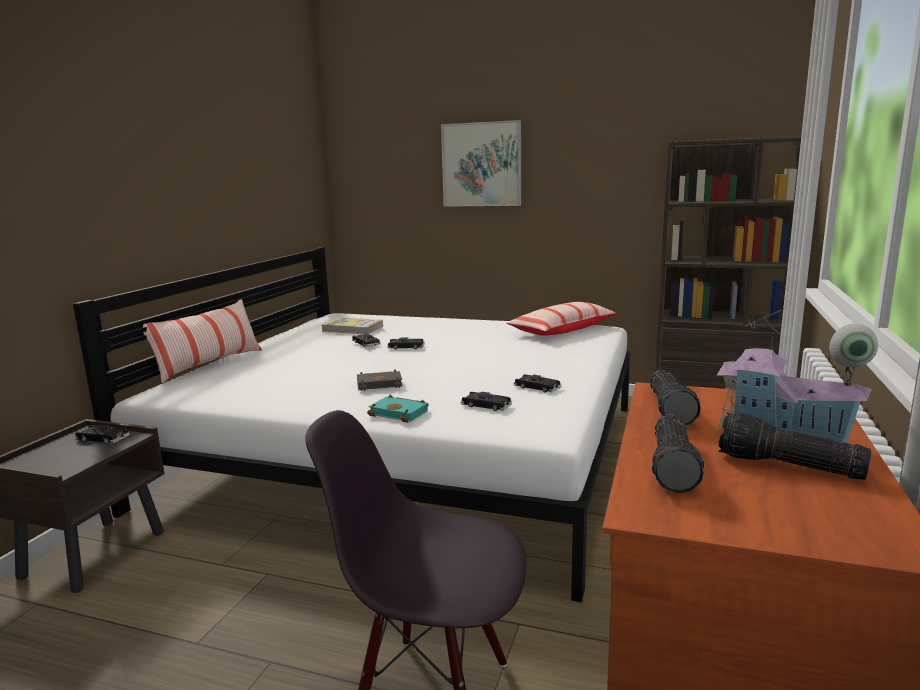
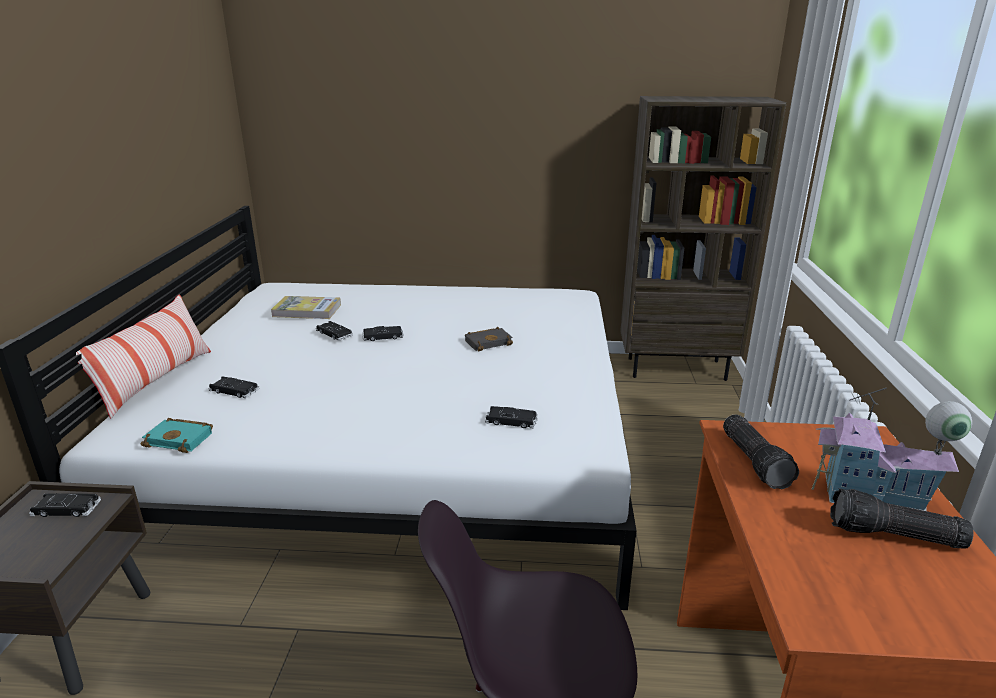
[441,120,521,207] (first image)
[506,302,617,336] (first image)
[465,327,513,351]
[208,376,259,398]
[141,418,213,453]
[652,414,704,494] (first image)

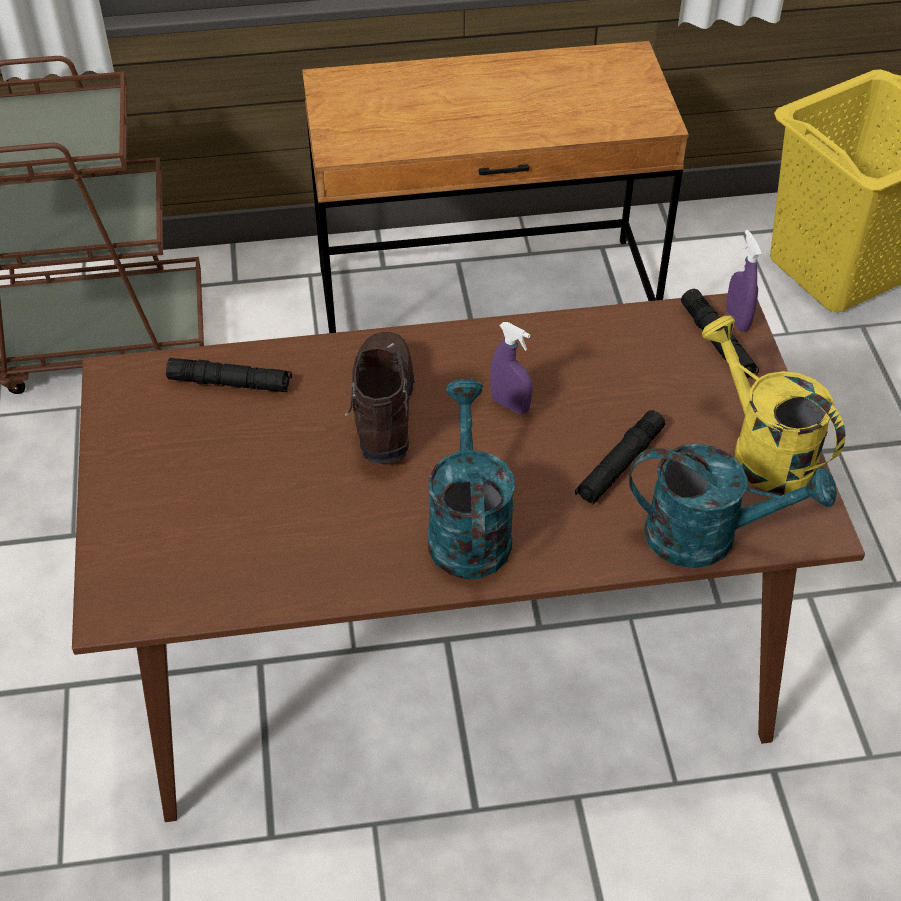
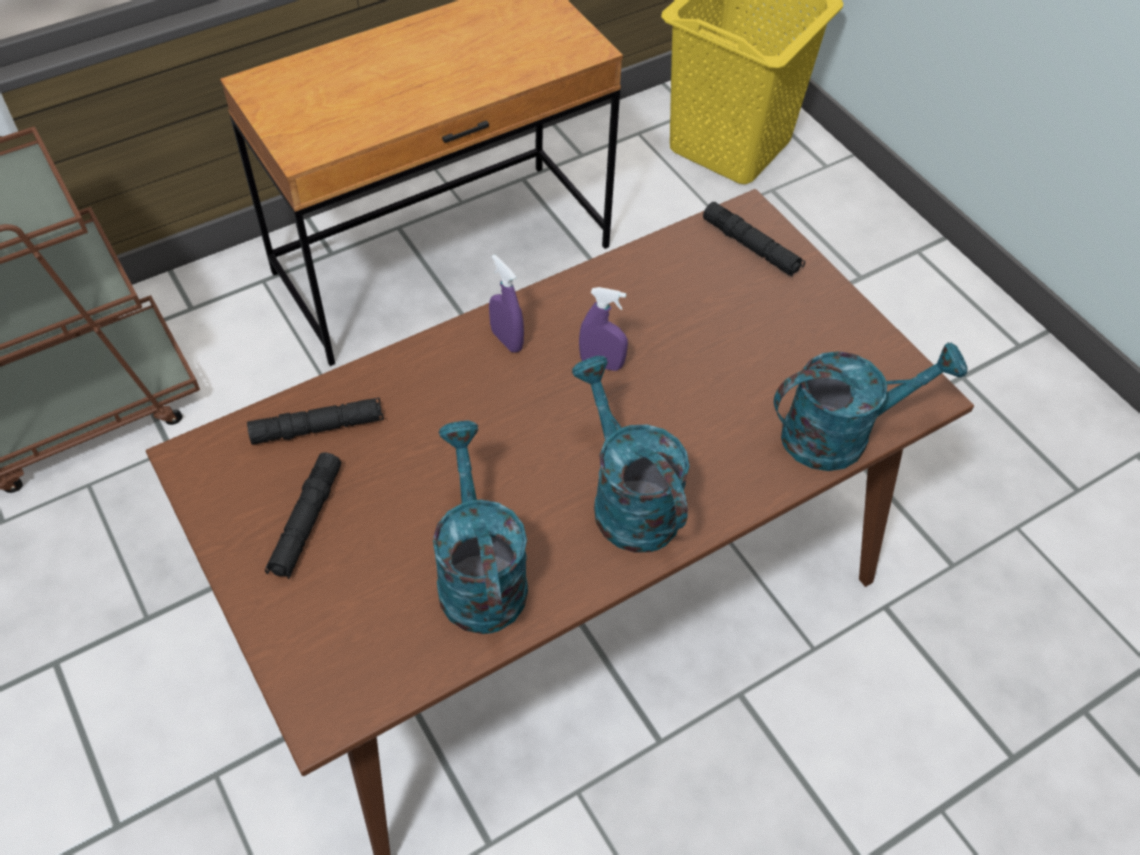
[489,254,524,353]
[702,316,846,494] (first image)
[345,332,415,464] (first image)
[265,452,342,580]
[433,421,528,634]

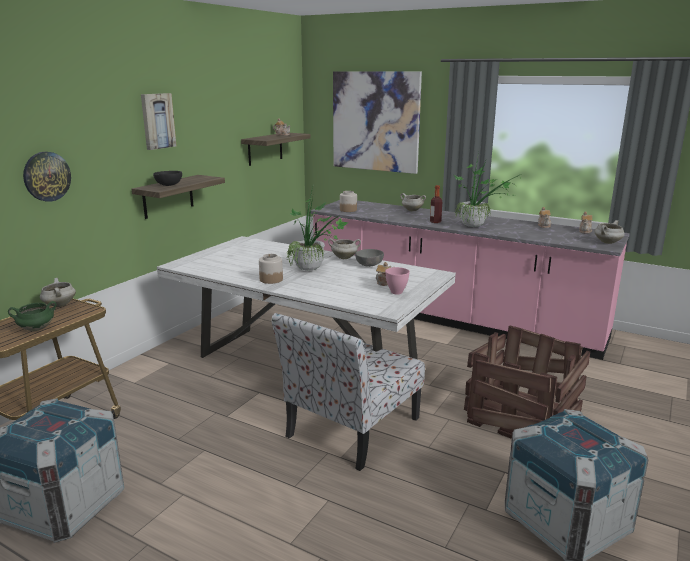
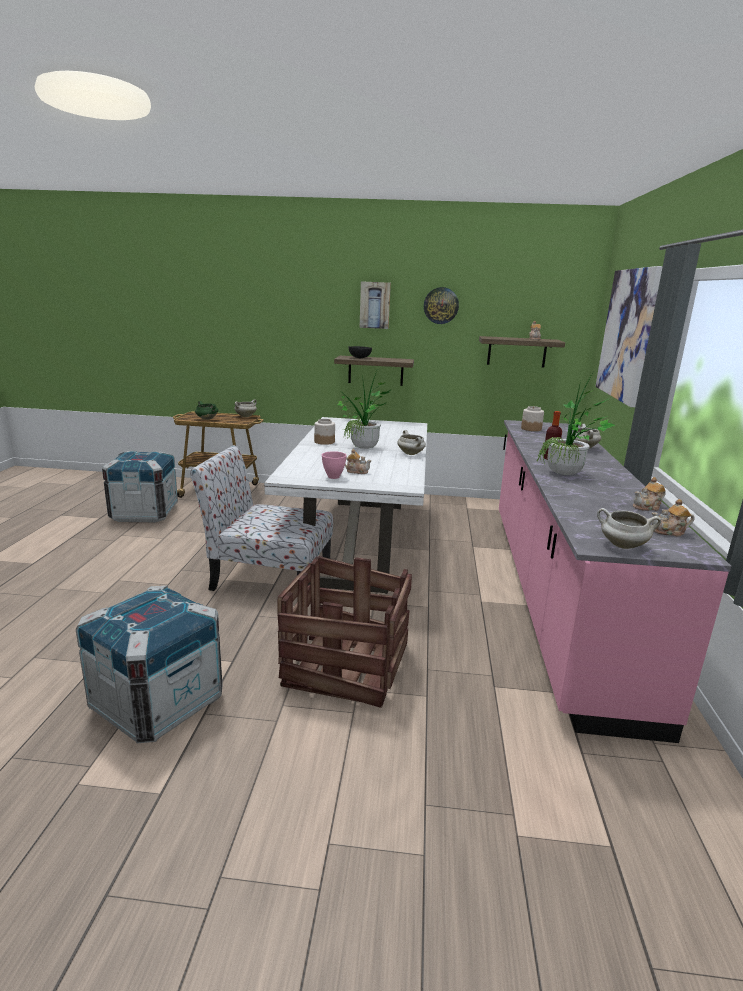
[424,287,459,324]
[355,249,384,267] (first image)

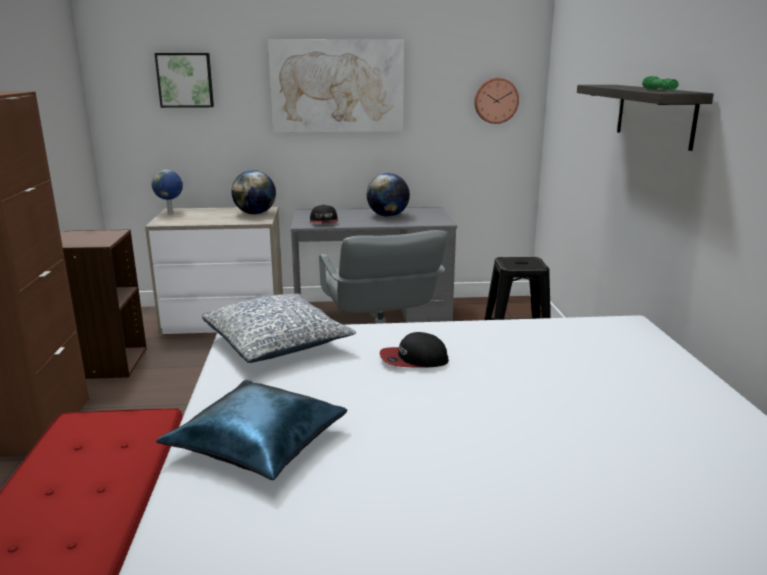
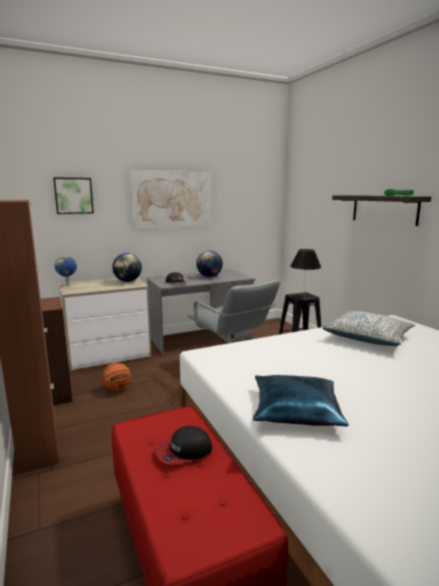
[474,78,519,124] (first image)
[322,311,415,346]
[154,426,212,465]
[290,249,321,291]
[102,363,131,391]

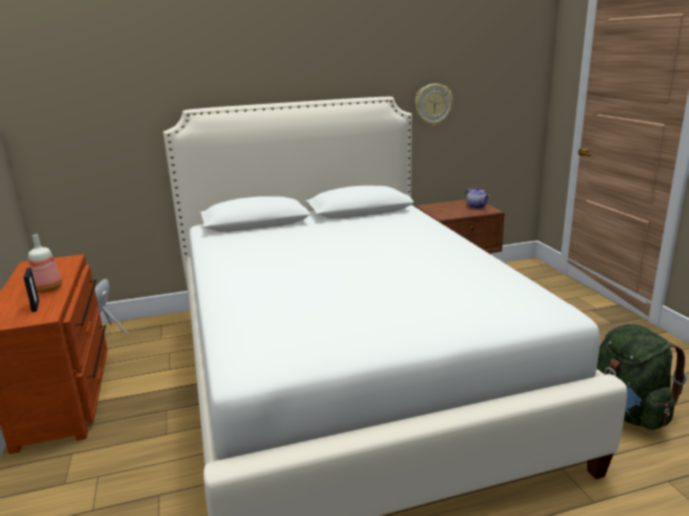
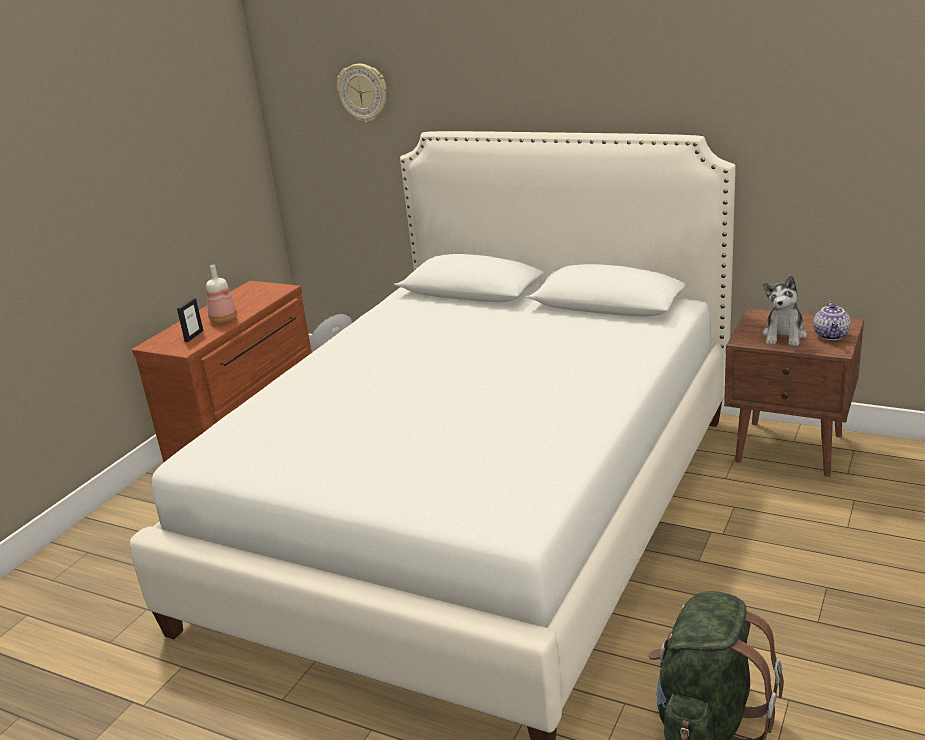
[337,64,387,123]
[762,275,807,346]

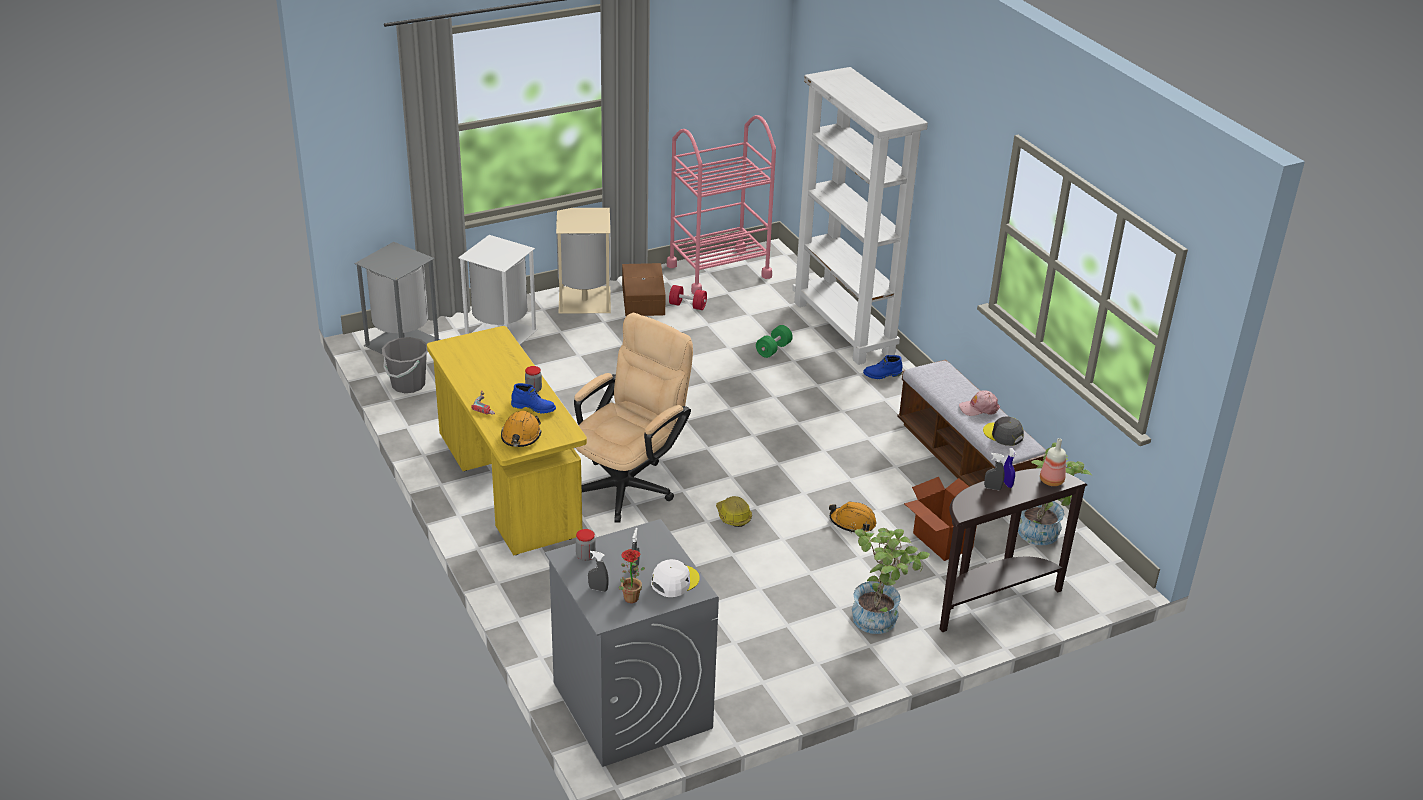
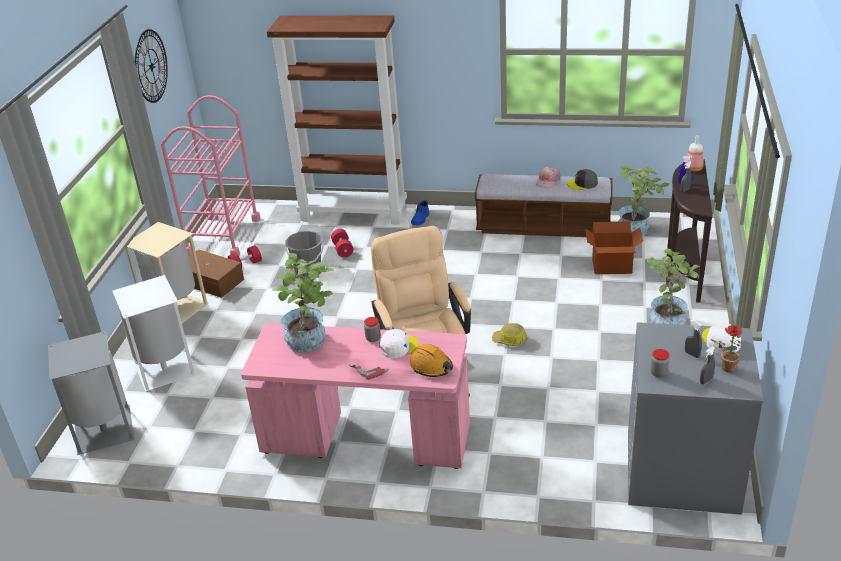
[267,16,407,225]
[331,229,353,258]
[241,323,470,469]
[285,231,324,276]
[380,329,419,358]
[829,501,876,533] (first image)
[135,29,168,103]
[272,253,335,353]

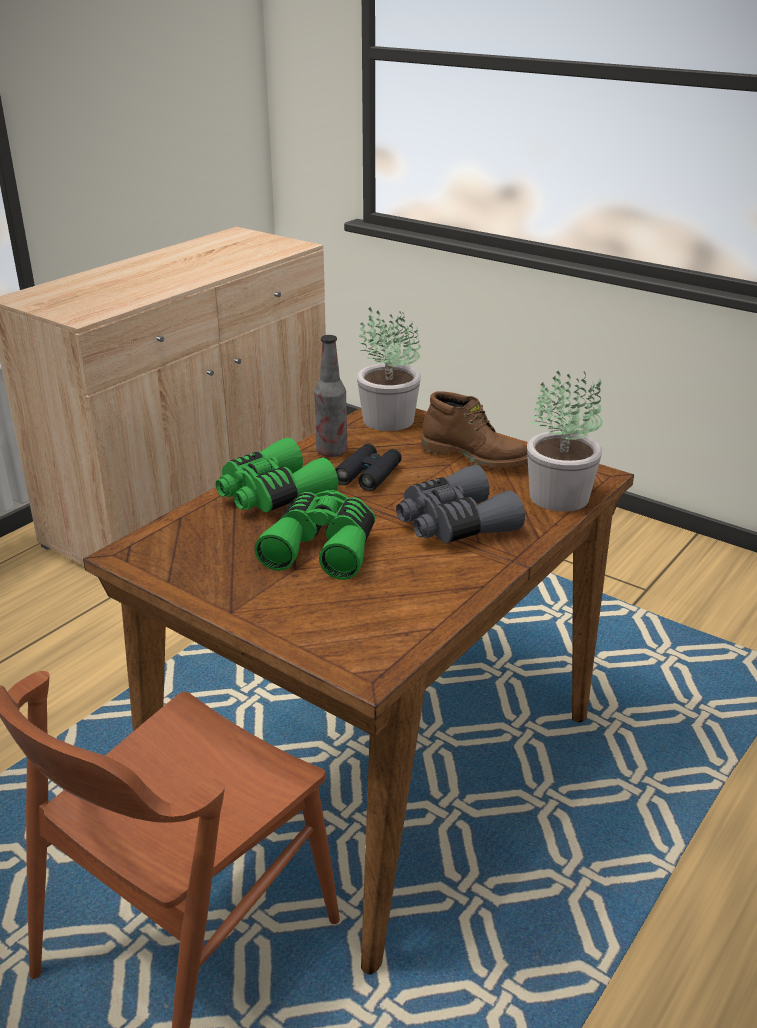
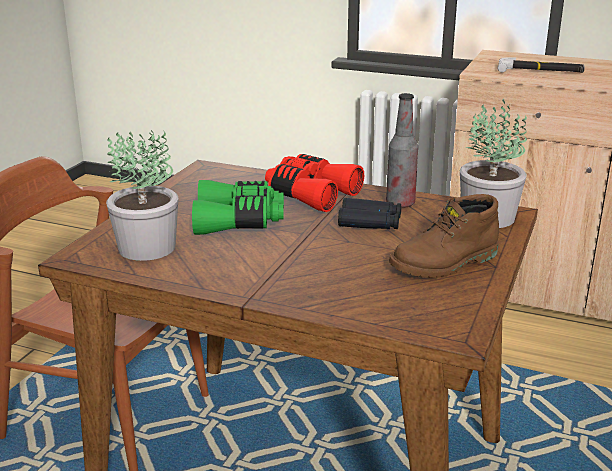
[106,130,179,261]
[389,194,499,278]
[265,154,364,212]
[396,465,525,543] (first image)
[498,57,585,73]

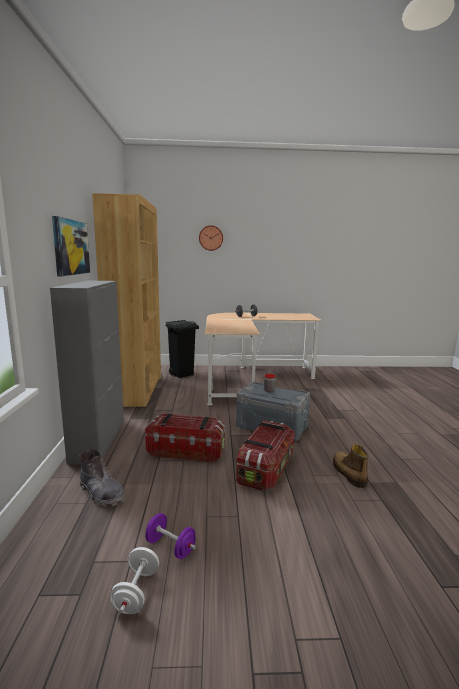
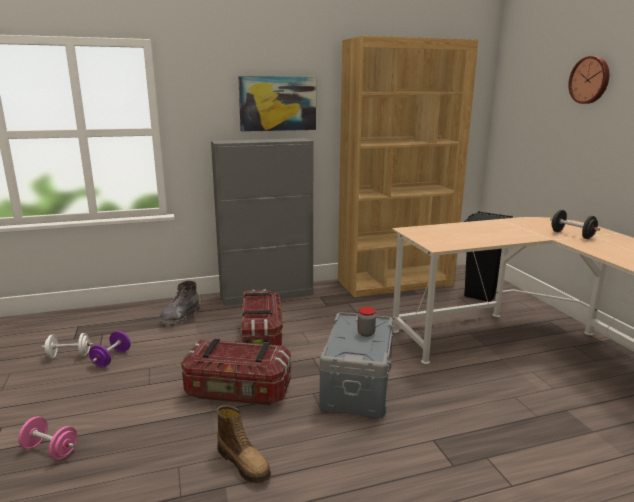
[216,405,271,484]
[18,416,77,460]

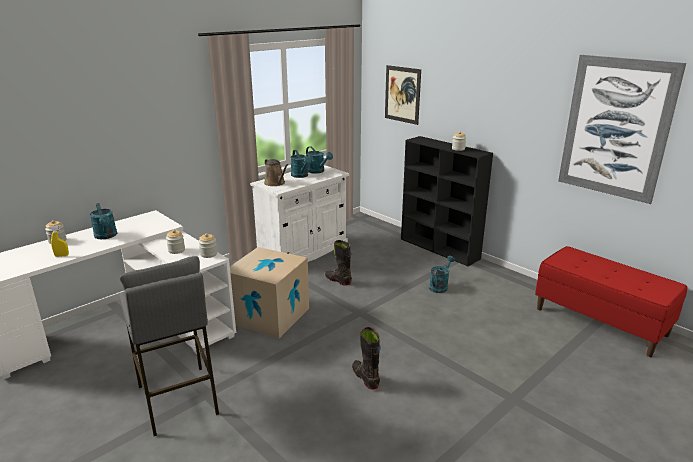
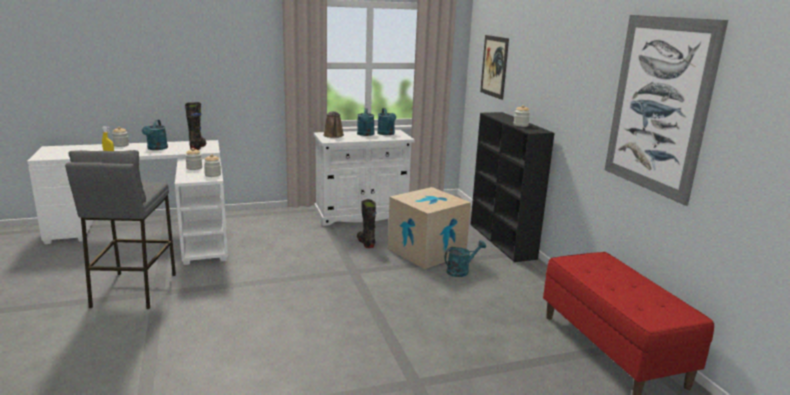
[388,187,471,269]
[185,102,206,150]

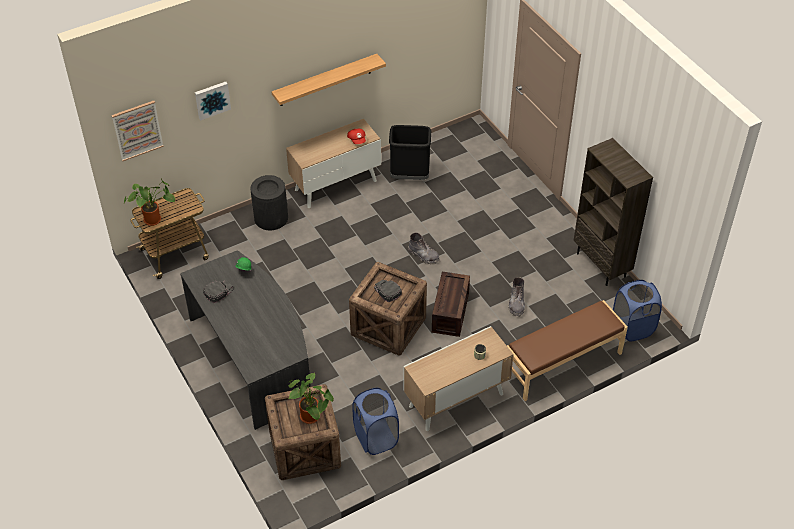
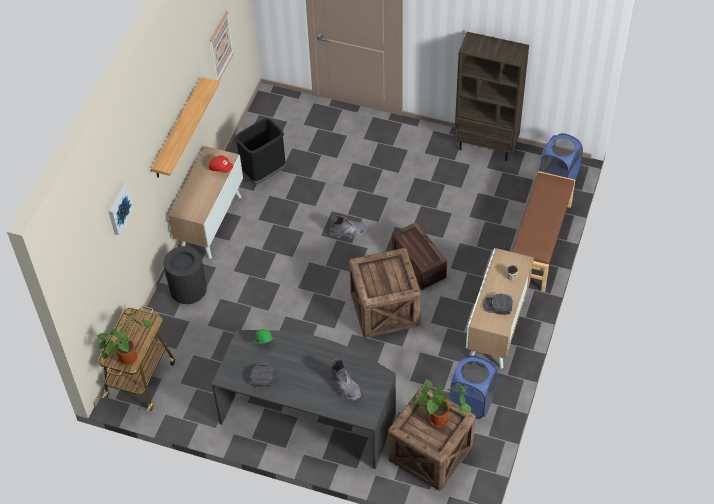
[210,11,234,81]
[330,359,361,401]
[483,293,513,315]

